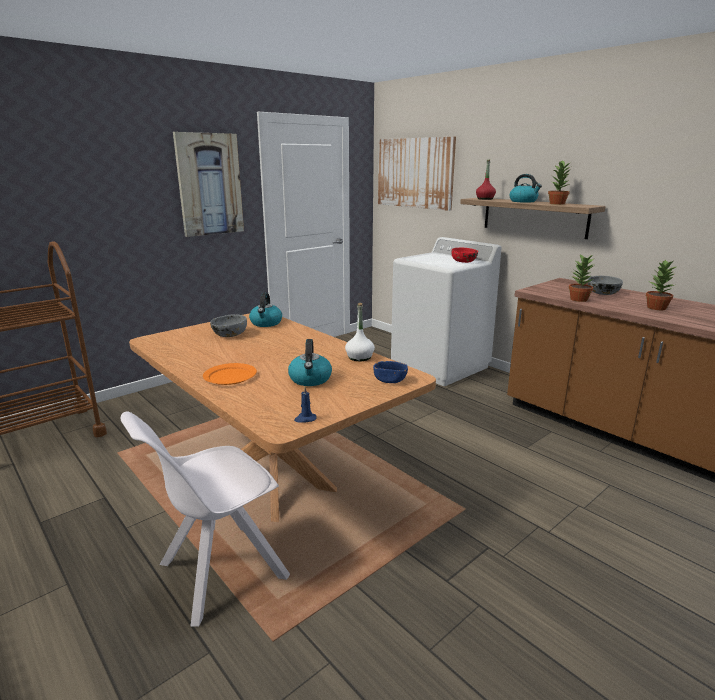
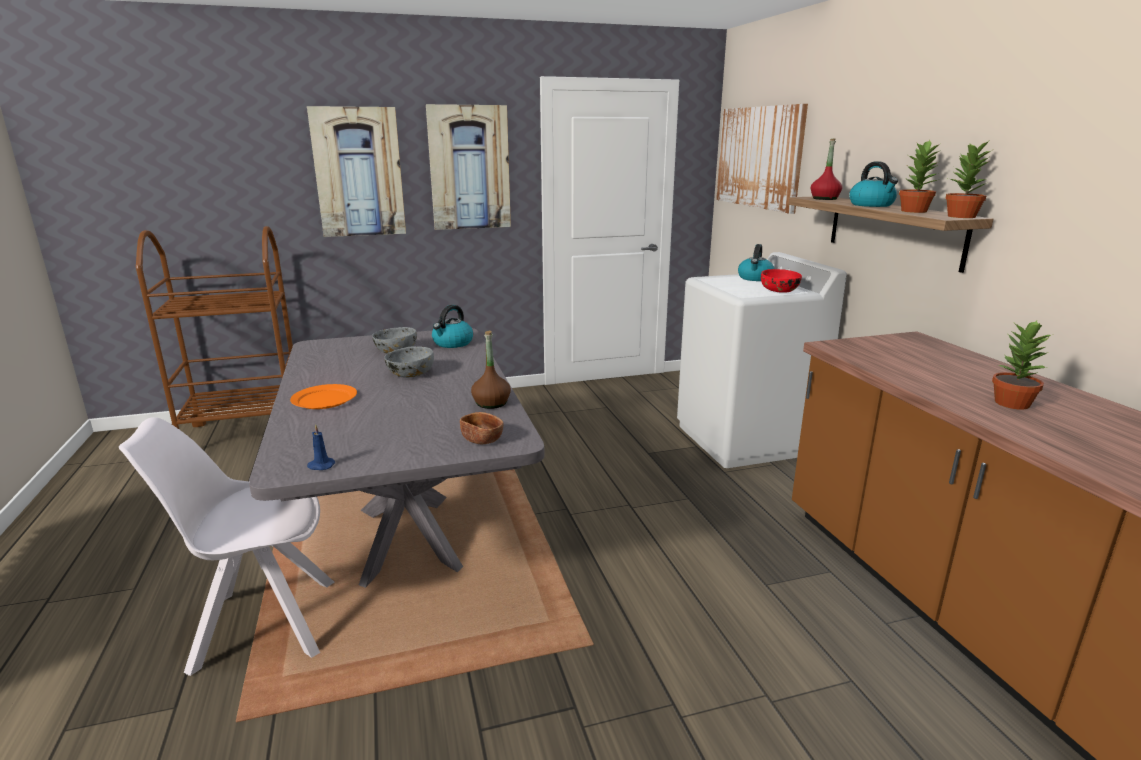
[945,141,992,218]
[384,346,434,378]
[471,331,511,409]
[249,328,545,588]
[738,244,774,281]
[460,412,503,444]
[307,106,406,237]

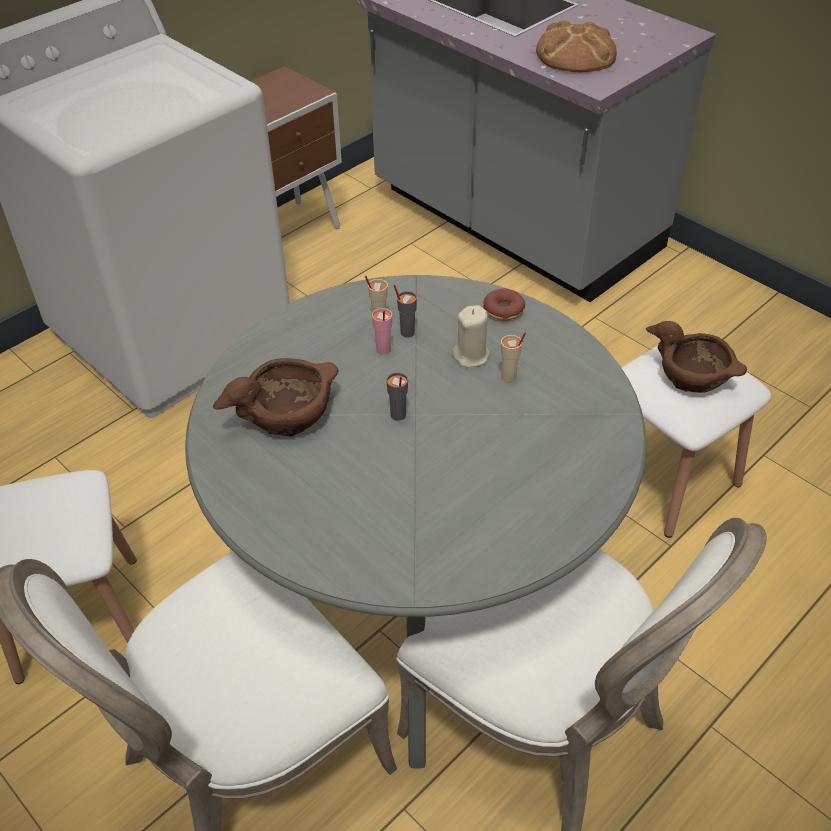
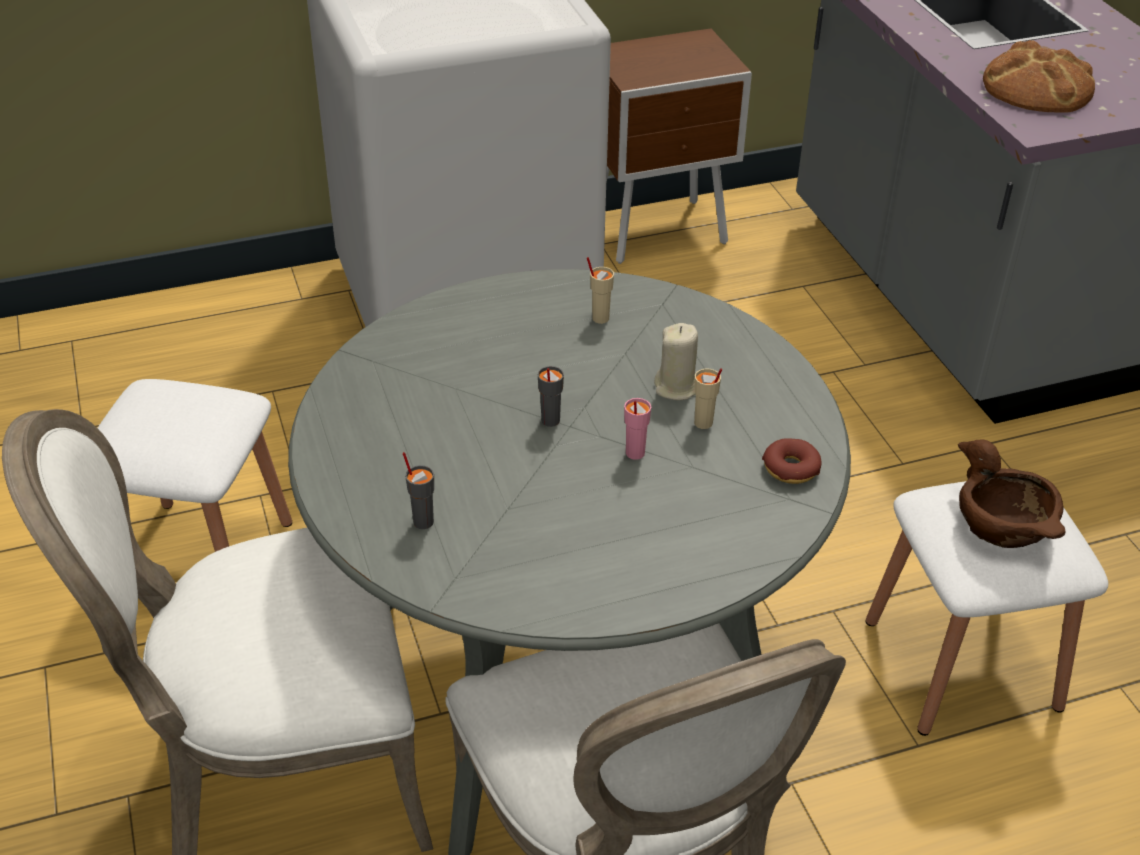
[403,452,434,529]
[762,438,822,484]
[624,398,651,460]
[213,358,339,436] (first image)

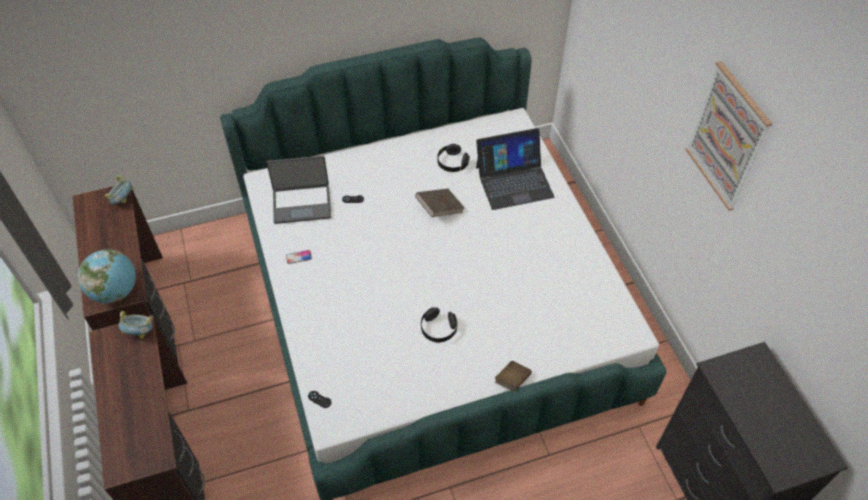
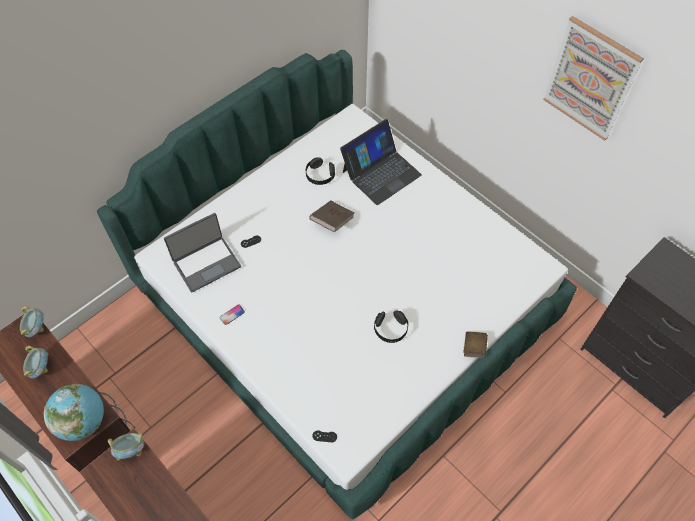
[23,346,48,378]

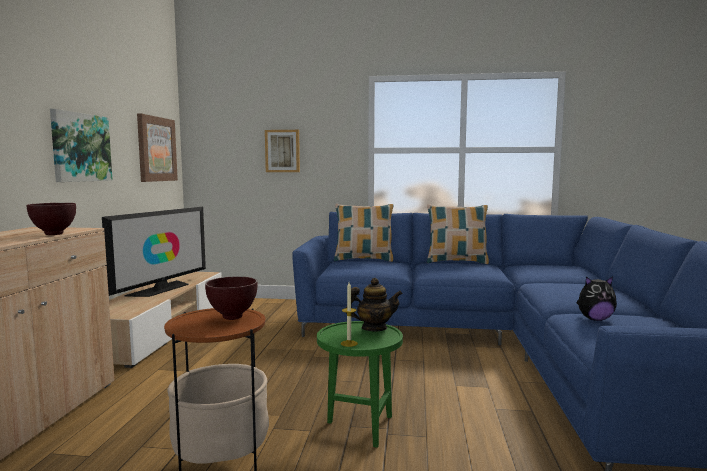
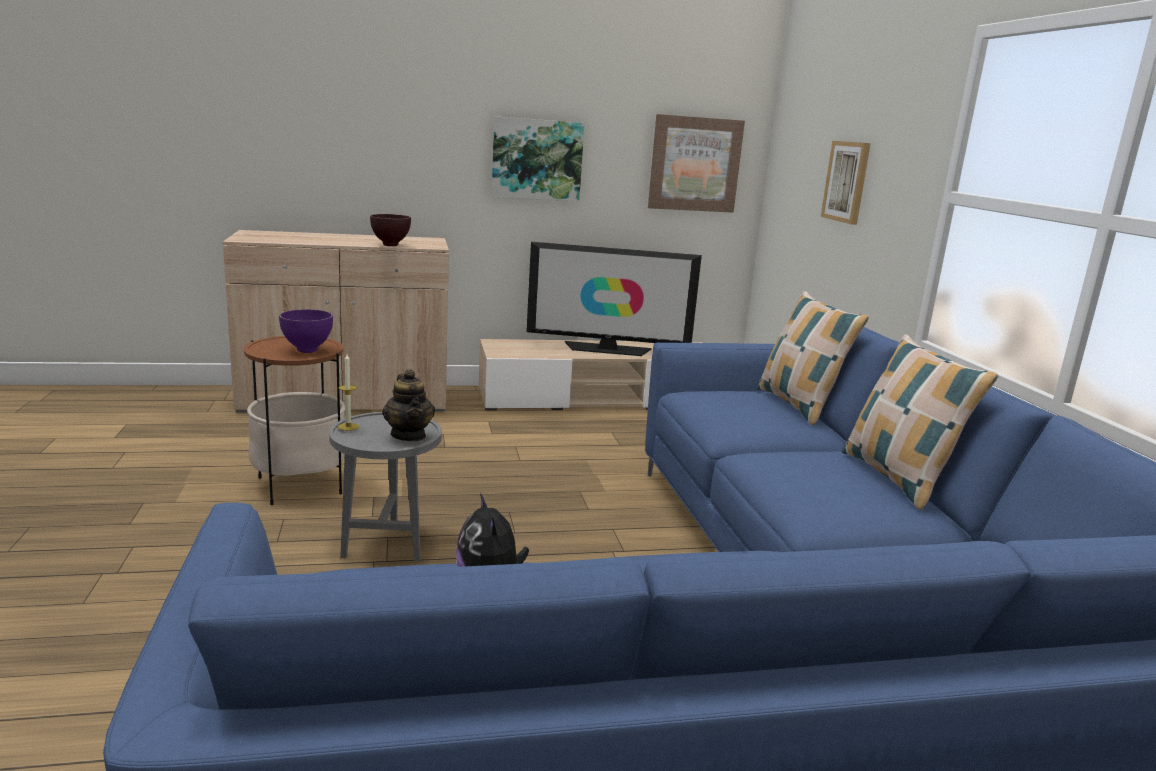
[279,309,333,353]
[329,412,442,561]

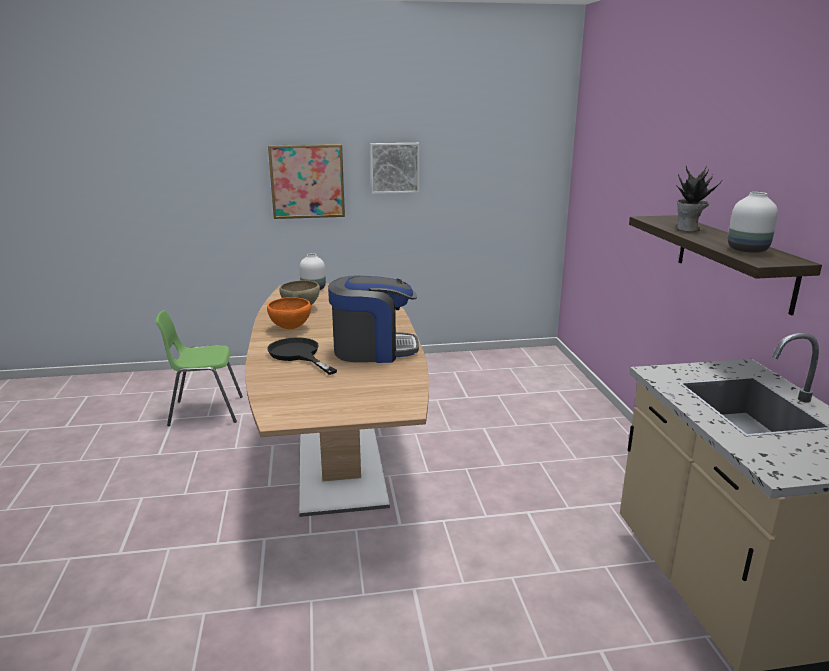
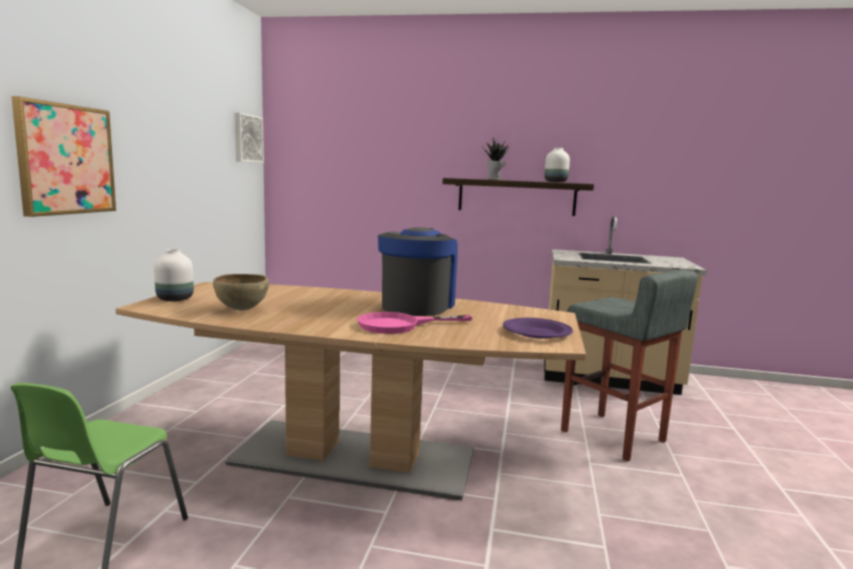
[235,112,264,163]
[267,297,311,329] (first image)
[357,312,473,334]
[561,270,698,461]
[503,318,573,339]

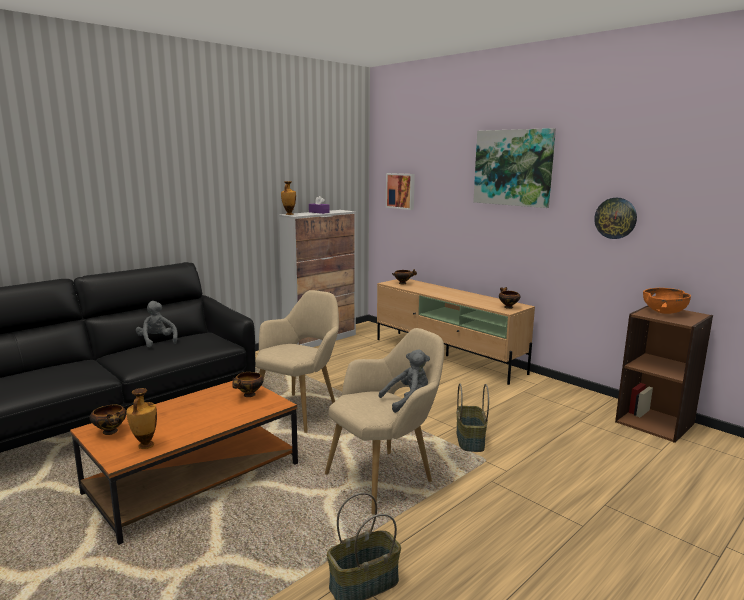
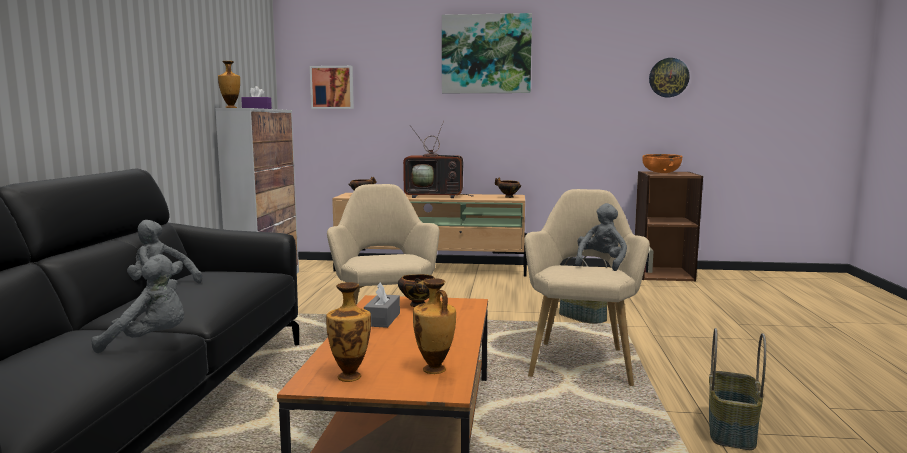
[649,58,690,97]
[326,282,371,382]
[403,120,474,198]
[91,254,184,353]
[364,282,400,328]

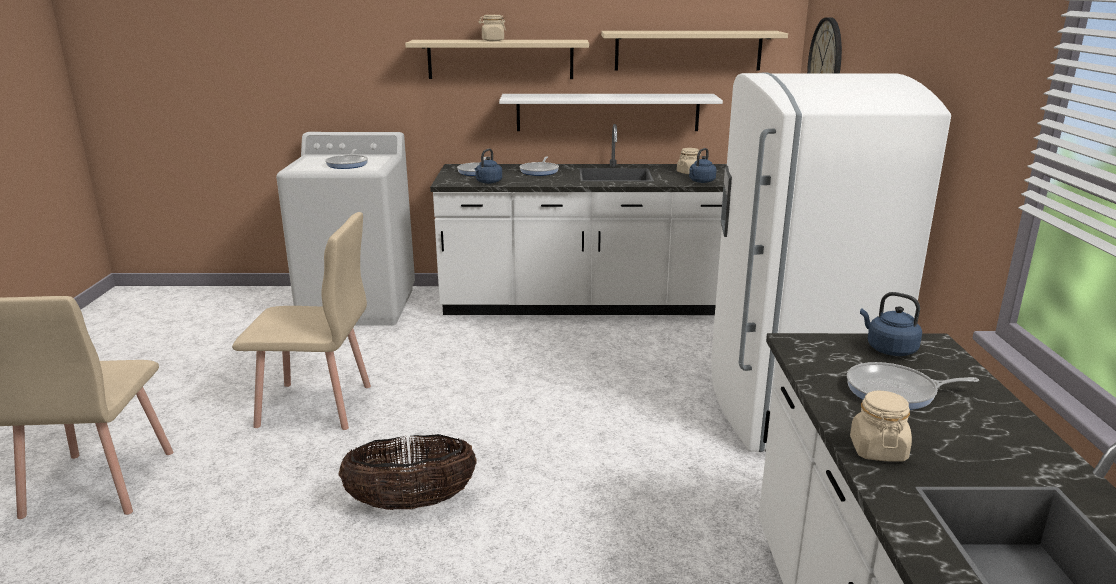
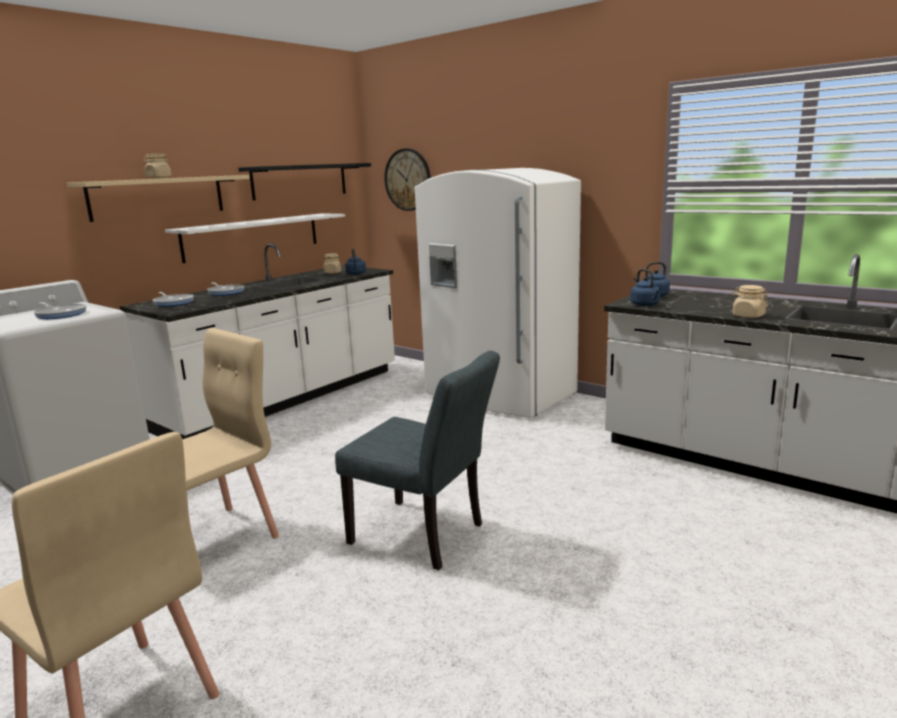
[238,163,371,200]
[630,269,661,306]
[847,362,979,410] (first image)
[335,351,500,570]

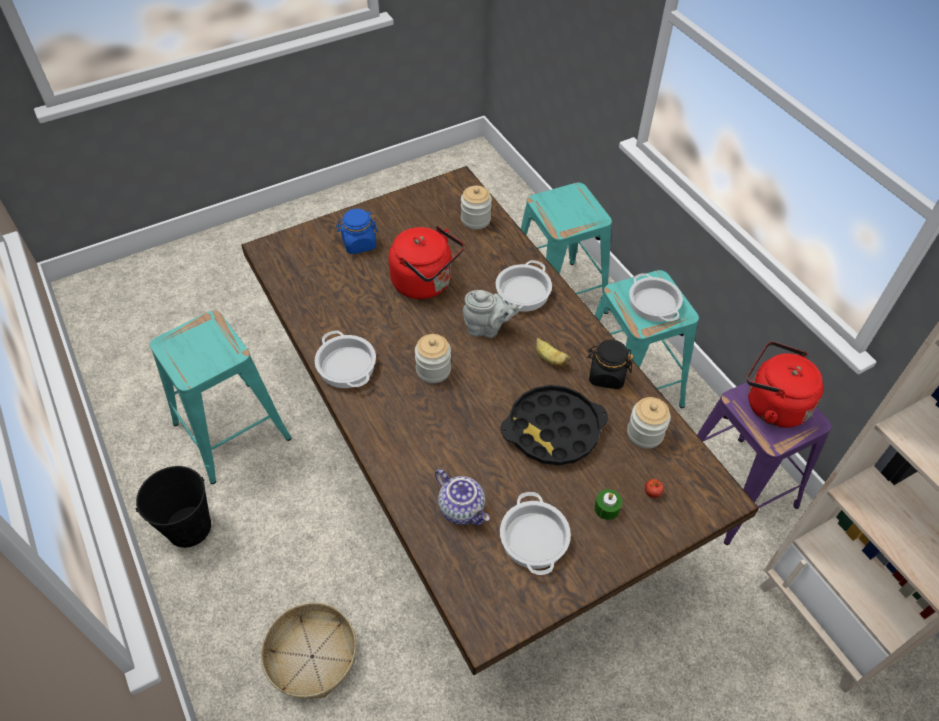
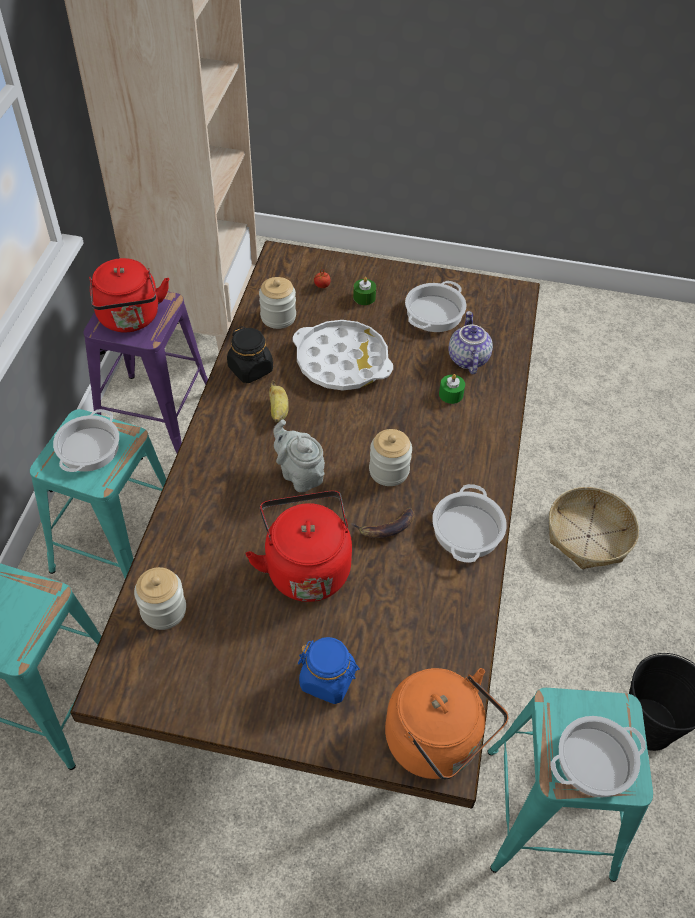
[550,716,646,798]
[293,320,393,390]
[439,374,465,404]
[351,507,415,538]
[385,668,508,779]

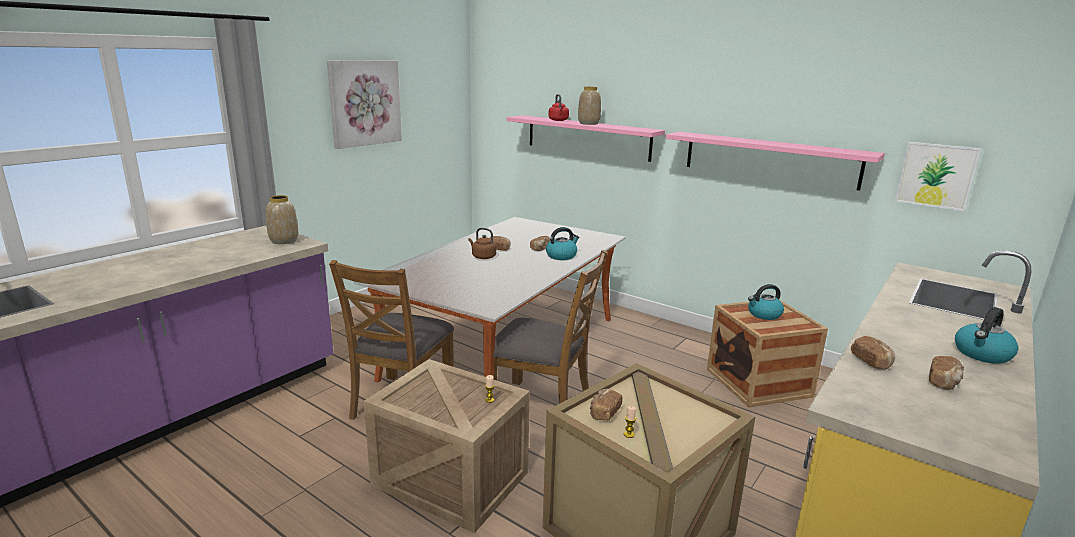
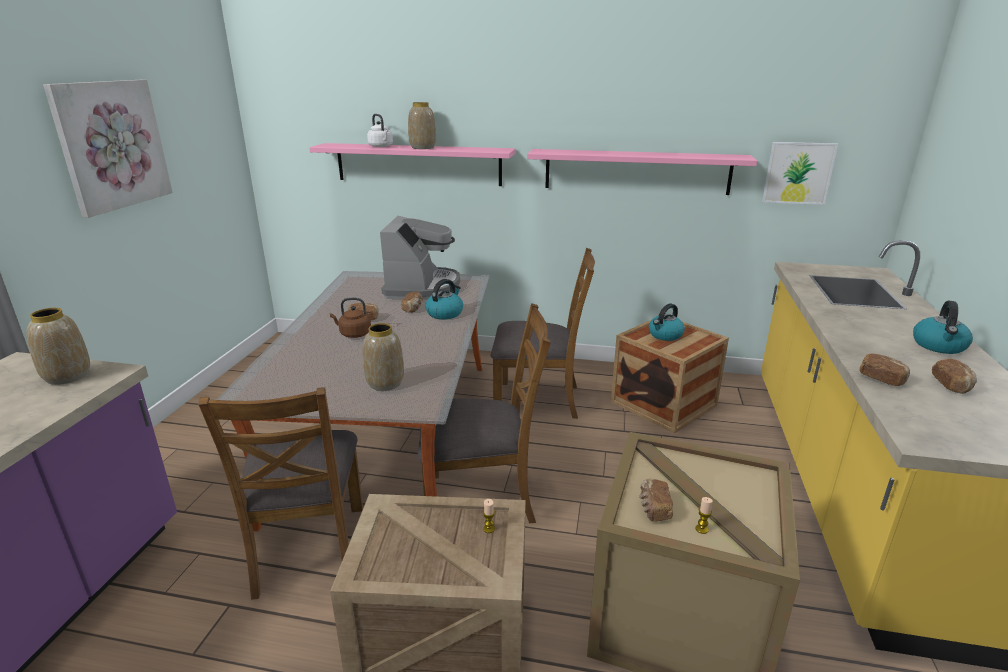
[367,114,393,147]
[380,216,460,300]
[491,248,595,419]
[363,323,404,391]

